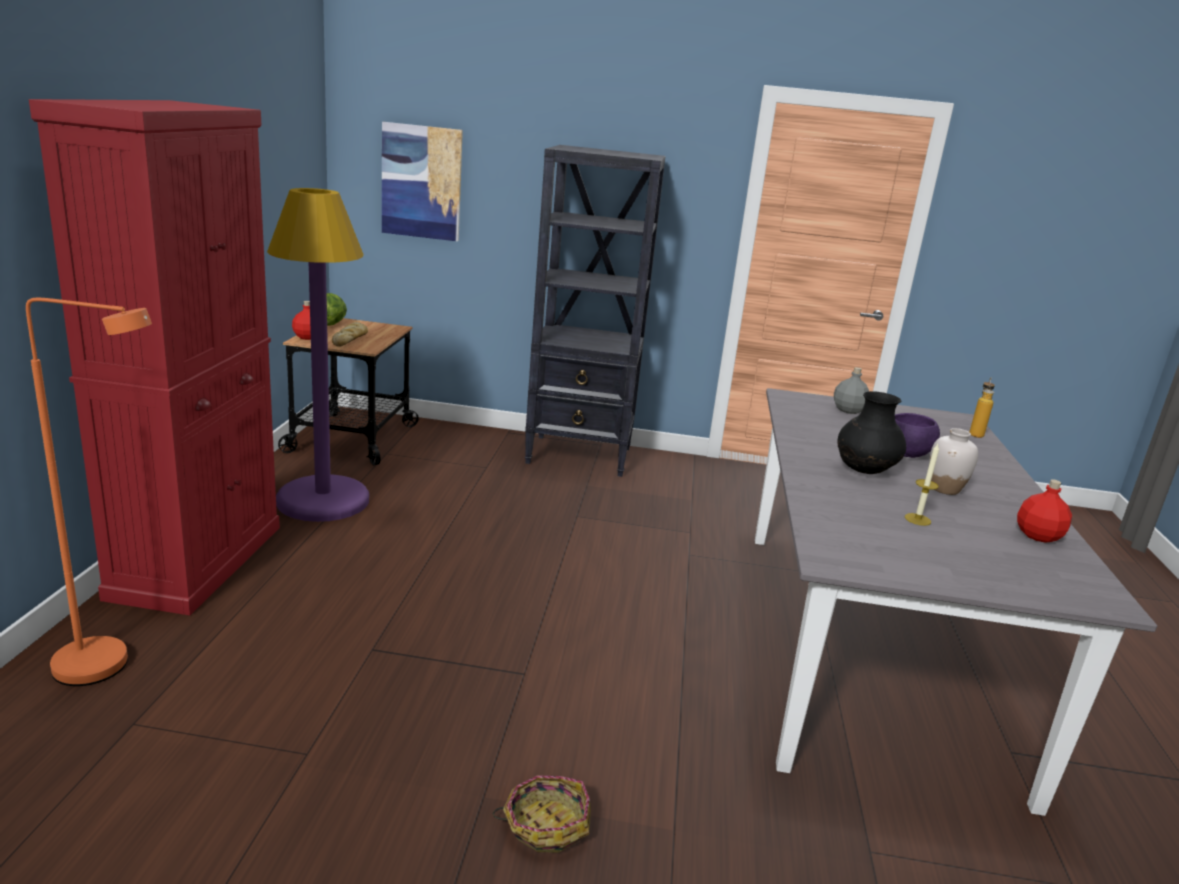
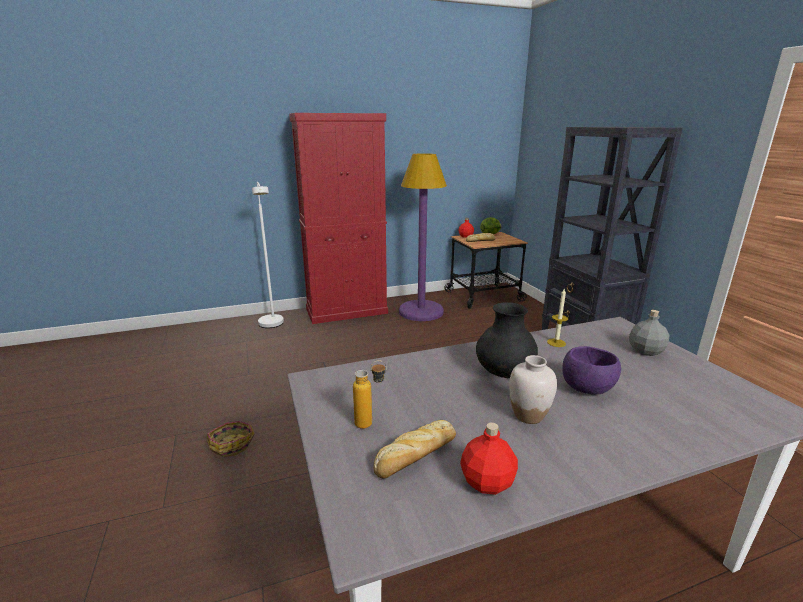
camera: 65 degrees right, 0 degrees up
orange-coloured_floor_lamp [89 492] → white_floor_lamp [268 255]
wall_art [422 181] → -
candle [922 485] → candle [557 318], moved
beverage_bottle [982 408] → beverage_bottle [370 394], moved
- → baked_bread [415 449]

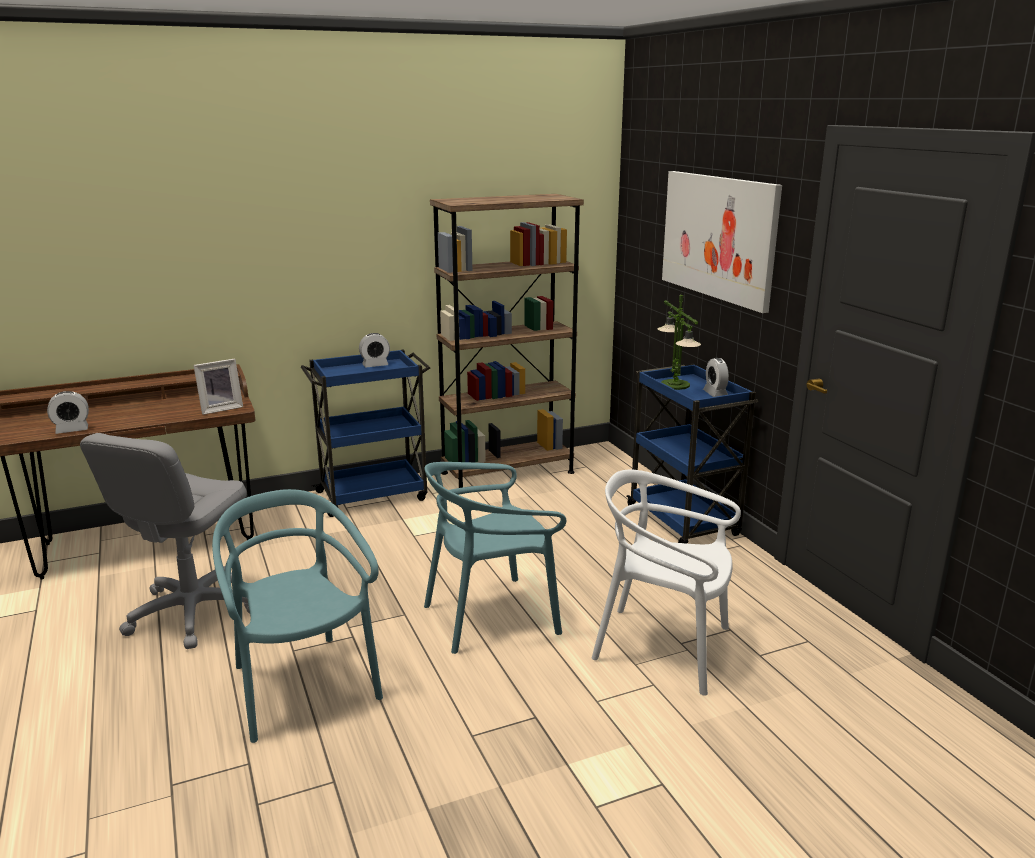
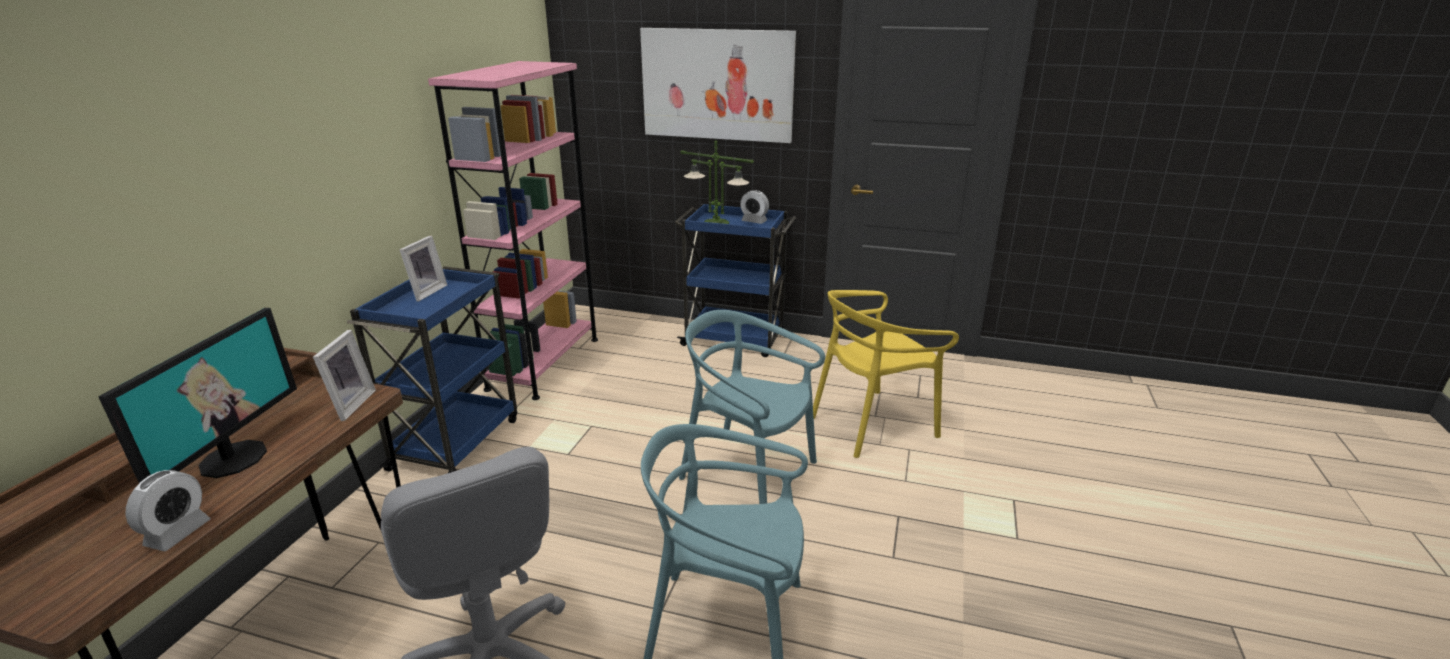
camera: 50 degrees left, 5 degrees up
alarm_clock [374 350] → standing_frame [423 268]
turquoise-coloured_upright_chair [495 558] → turquoise-coloured_upright_chair [752 407], 105 degrees clockwise
brownish_bookshelf [507 341] → pink-coloured_bookshelf [513 230]
white_upright_chair [666 583] → yellowish_upright_chair [886 374]
- → computer_screen [197 395]

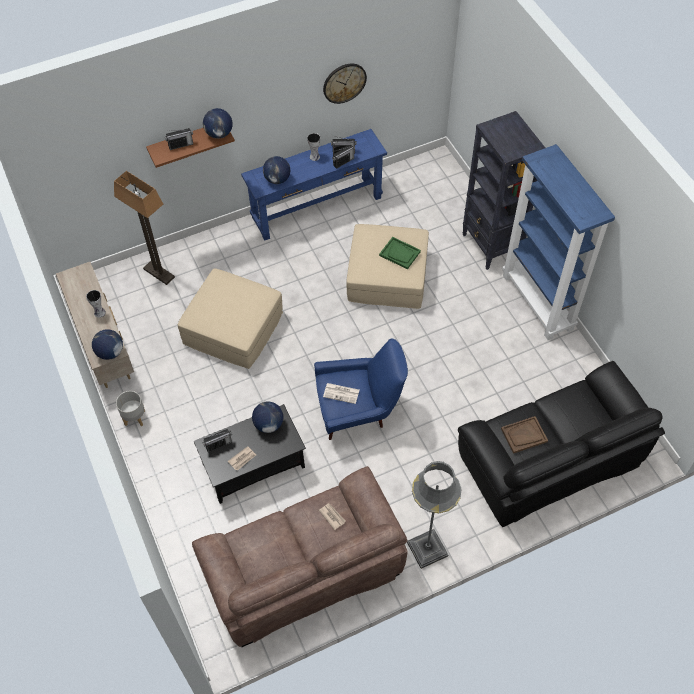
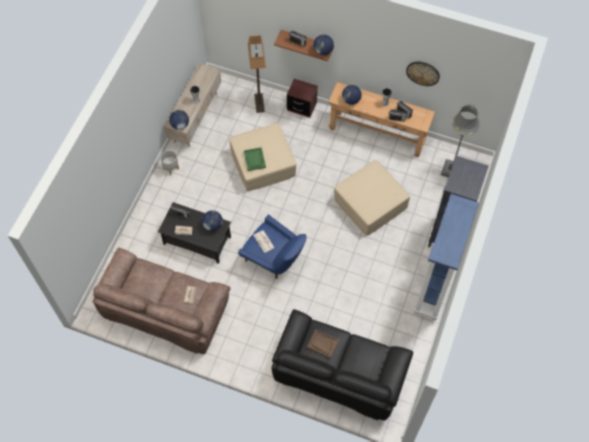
camera: 45 degrees right, 5 degrees up
blue_console_table [314 185] → brownish_console_table [381 119]
green_serving_tray [400 253] → green_serving_tray [255 159], moved
gray_floor_lamp [434 515] → gray_floor_lamp [460 141], moved
- → brownish_night_table [302 98]

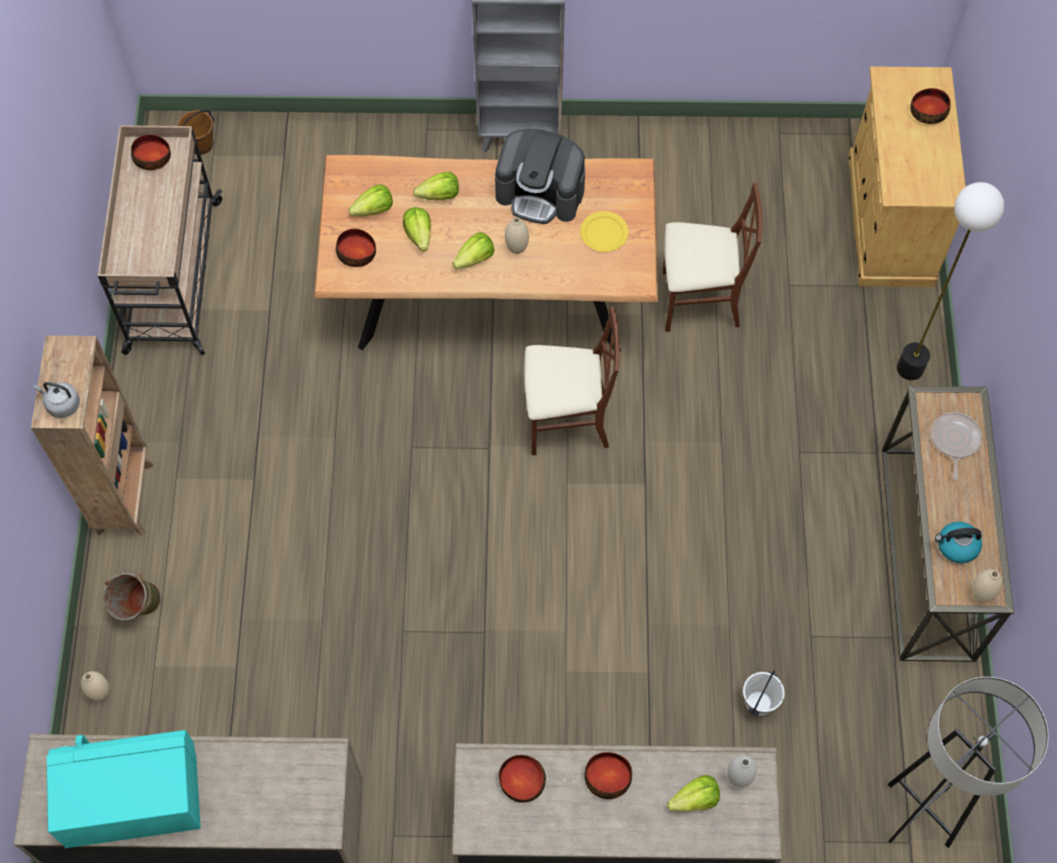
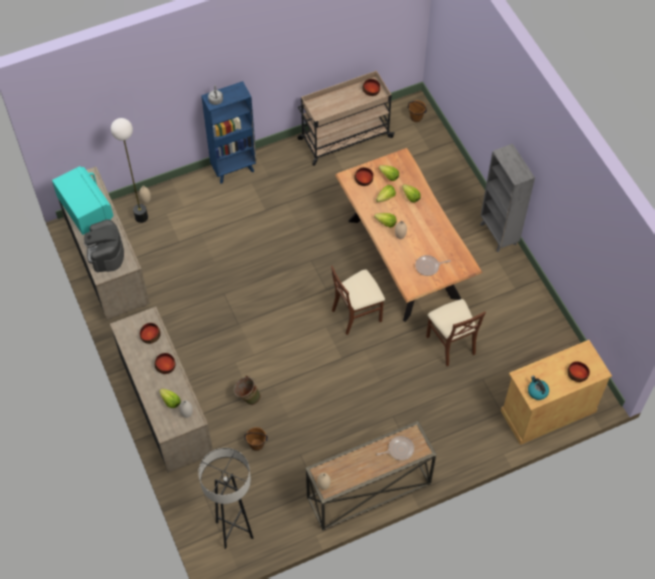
camera: 65 degrees right, 5 degrees down
brownish_bookshelf [92 435] → blue_bookshelf [229 132]
green_bucket [132 595] → green_bucket [247 390], moved
coffee_brewer [540 176] → coffee_brewer [104 246], moved
brownish_upright_chair [572 381] → brownish_upright_chair [358 300], 90 degrees clockwise
yellowish_plate [604 231] → frying_pan [433 265]
white_bucket [764 694] → brownish_bucket [256 439]
floor_lamp [950 281] → floor_lamp [129 170], moved
water_kettle [958 542] → water_kettle [538 388], moved

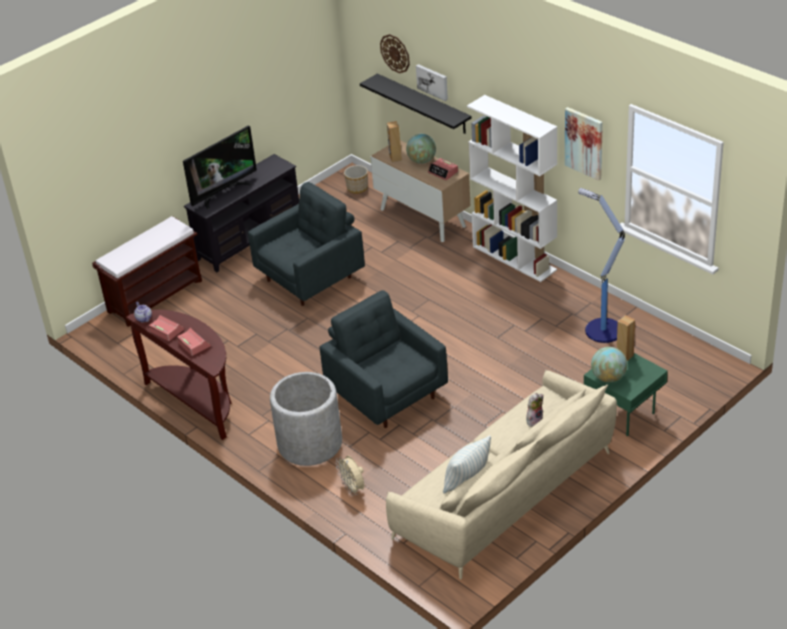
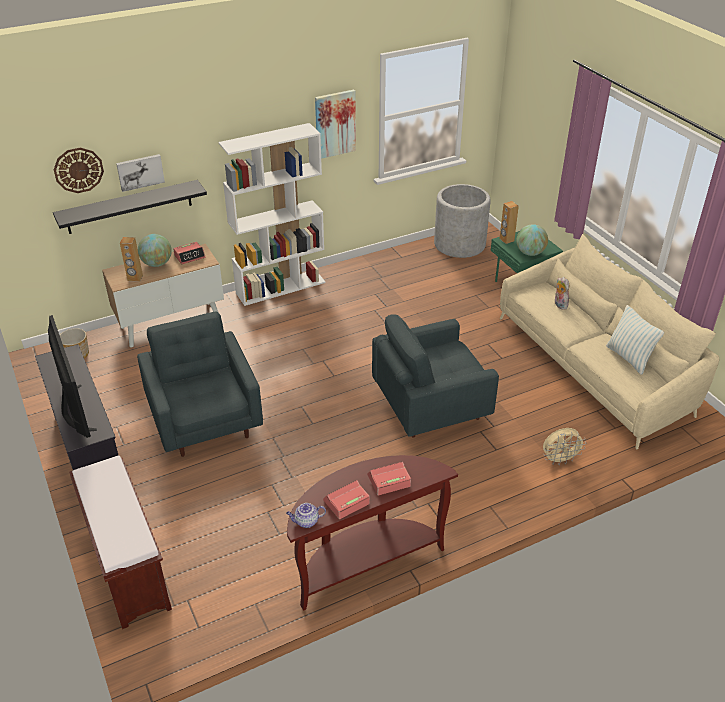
camera: 75 degrees left, 0 degrees up
gray_planter [306 419] → gray_planter [462 221], moved
floor_lamp [601 265] → -

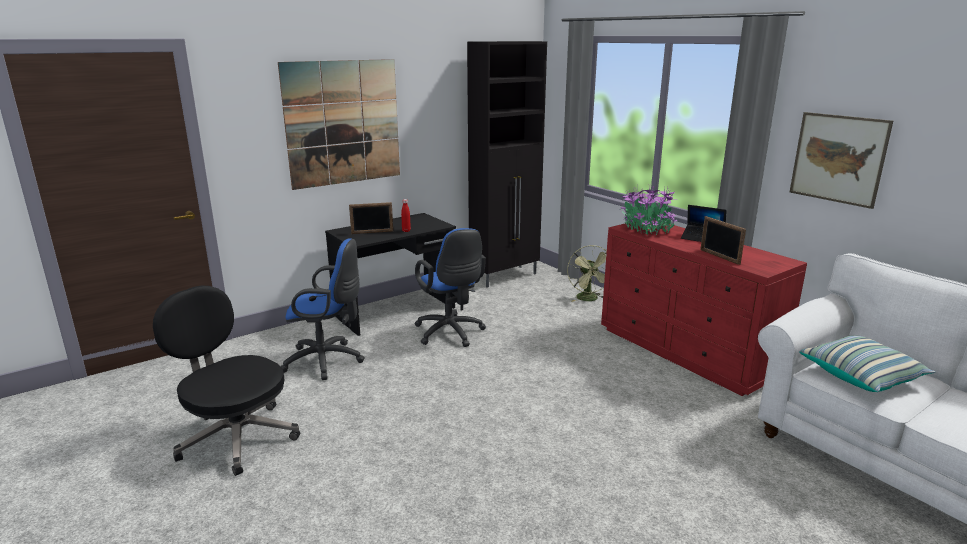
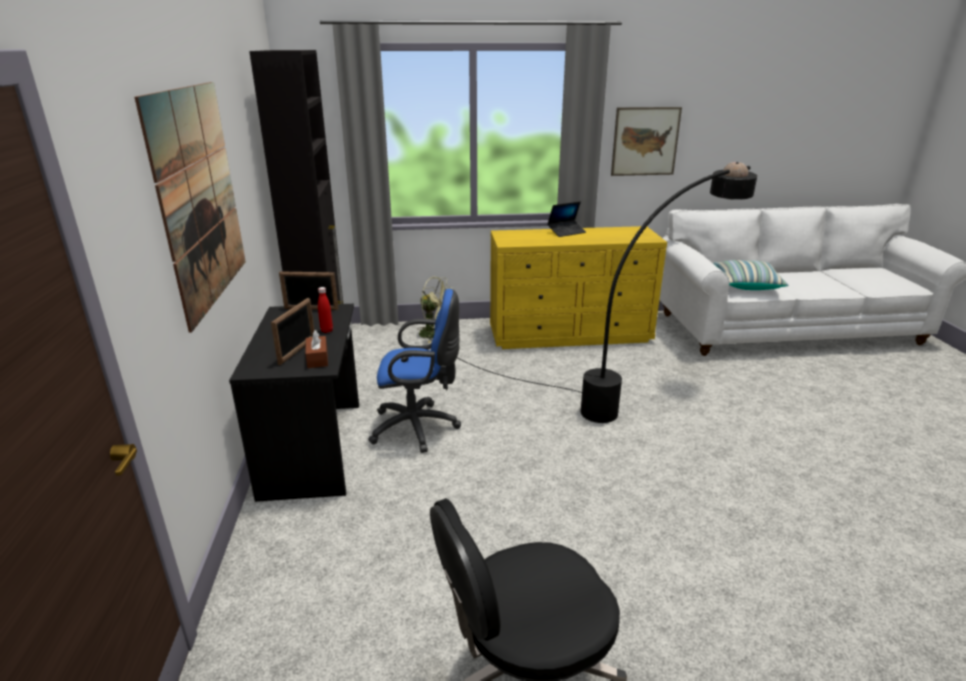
camera: 60 degrees left, 5 degrees up
blue_office_chair [323 309] → -
red_chest_of_drawers [704 307] → yellowish_chest_of_drawers [578 287]
plant_in_a_pot [649 210] → -
standing_frame [723 240] → standing_frame [308 290], moved
- → brownish_tissue_holder [316 349]
- → black-coloured_floor_lamp [592 292]

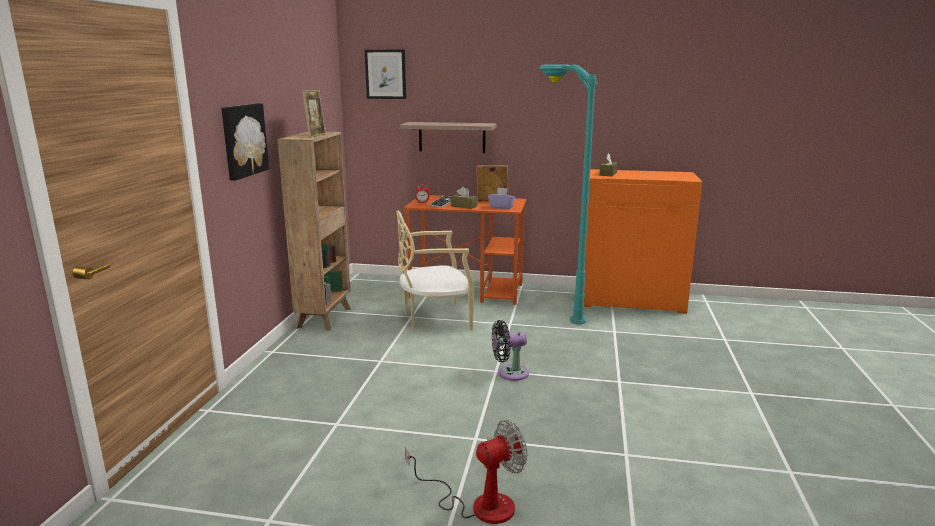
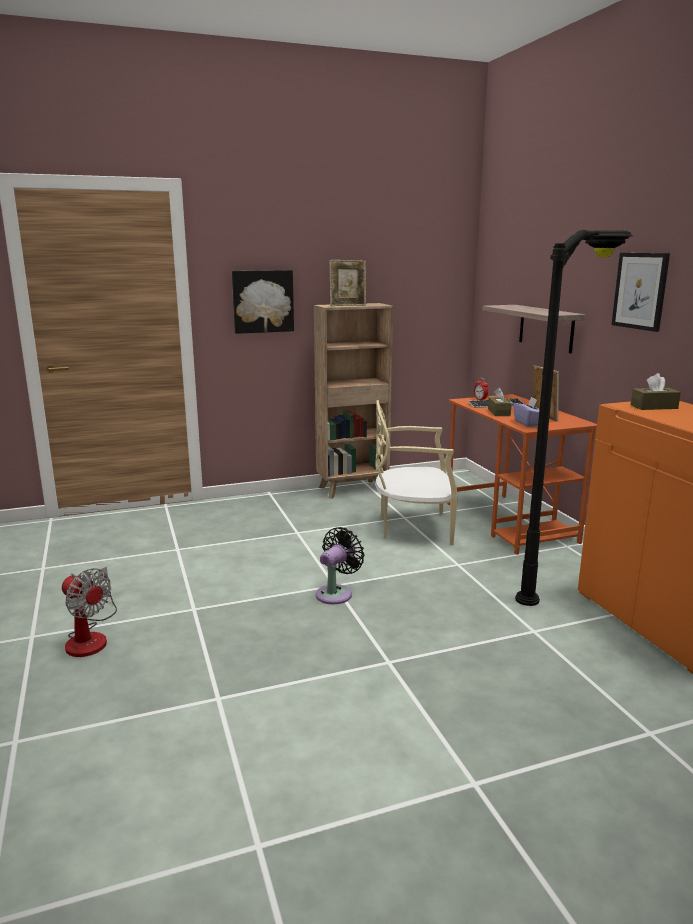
camera: 60 degrees right, 0 degrees up
wall_art [385 74] → wall_art [640 292], moved
beige_upright_chair [435 270] → beige_upright_chair [416 472], 45 degrees counterclockwise
black-coloured_electric_fan [510 350] → black-coloured_electric_fan [340 565], 75 degrees clockwise
turquoise-coloured_floor_lamp [568 194] → black-coloured_floor_lamp [574 418]

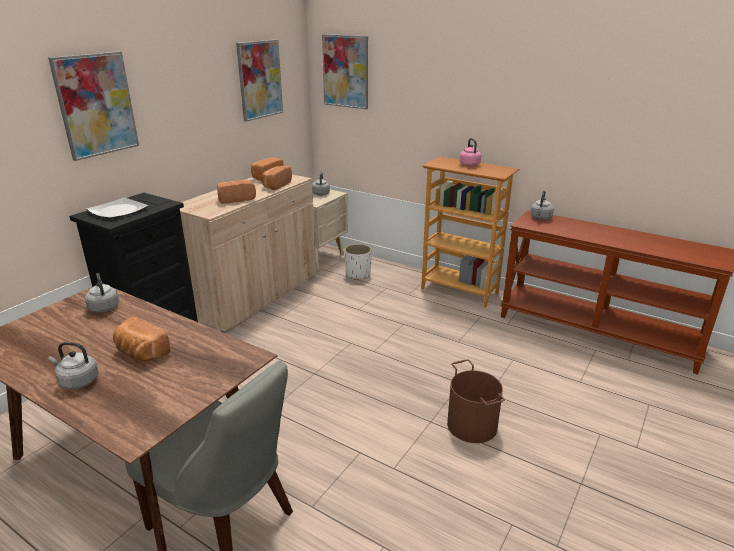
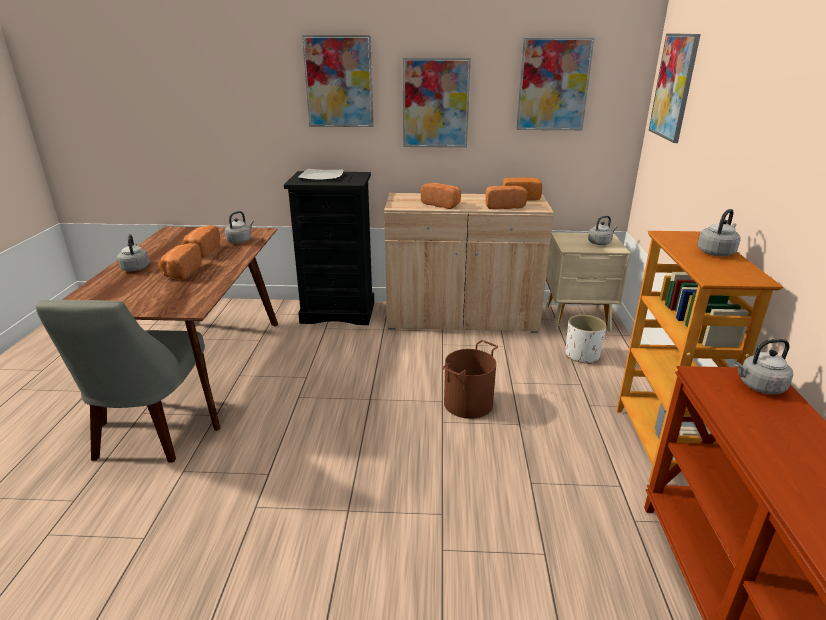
camera: 60 degrees right, 0 degrees up
brownish_bucket [476 401] → brownish_bucket [470 379], moved
pink-coloured_water_kettle [470 152] → gray_water_kettle [719 232]
- → baked_bread [201 242]
- → wall_art [437 103]

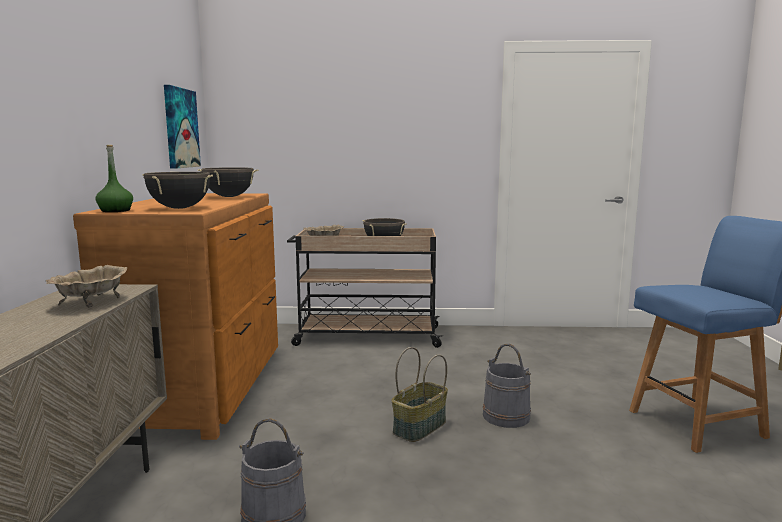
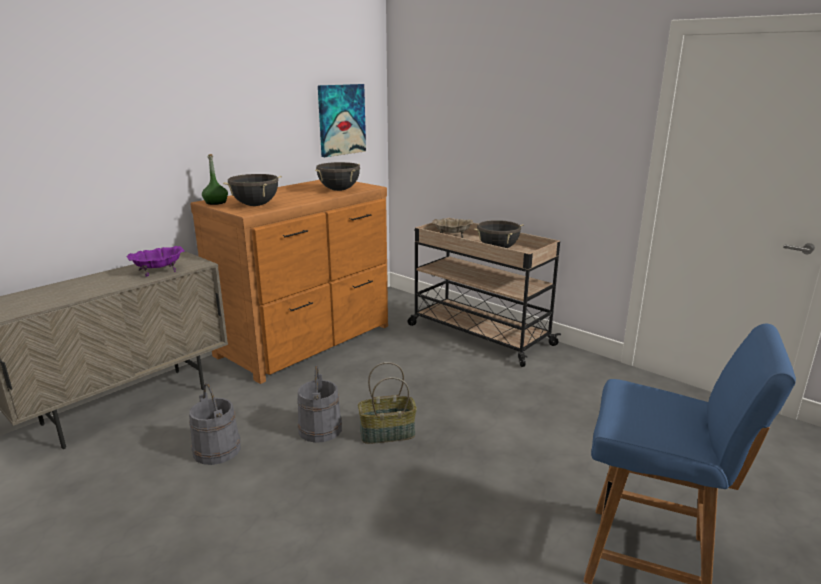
camera: 40 degrees right, 10 degrees up
beige_bowl [86 286] → purple_bowl [155 261]
gray_bucket [507 386] → gray_bucket [319 404], moved

